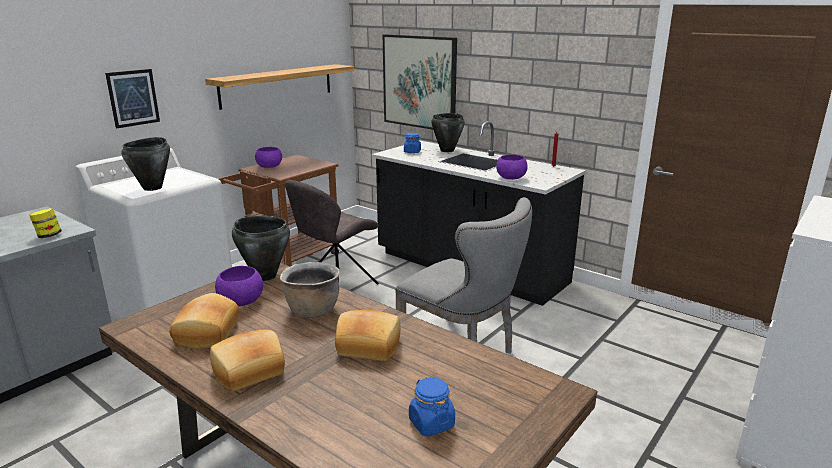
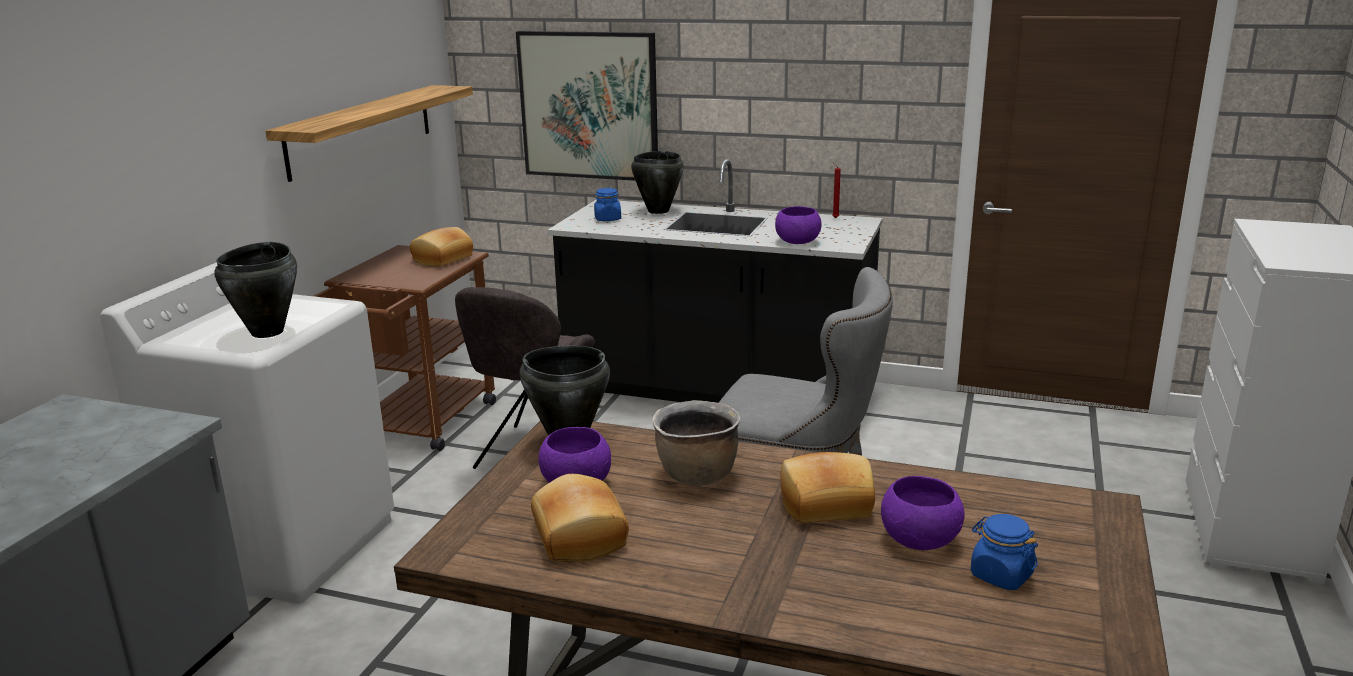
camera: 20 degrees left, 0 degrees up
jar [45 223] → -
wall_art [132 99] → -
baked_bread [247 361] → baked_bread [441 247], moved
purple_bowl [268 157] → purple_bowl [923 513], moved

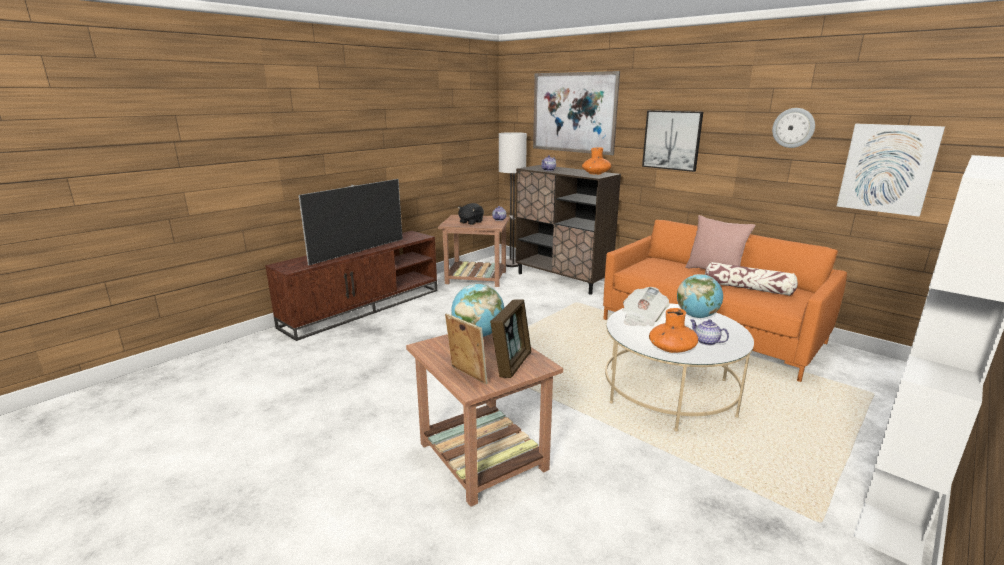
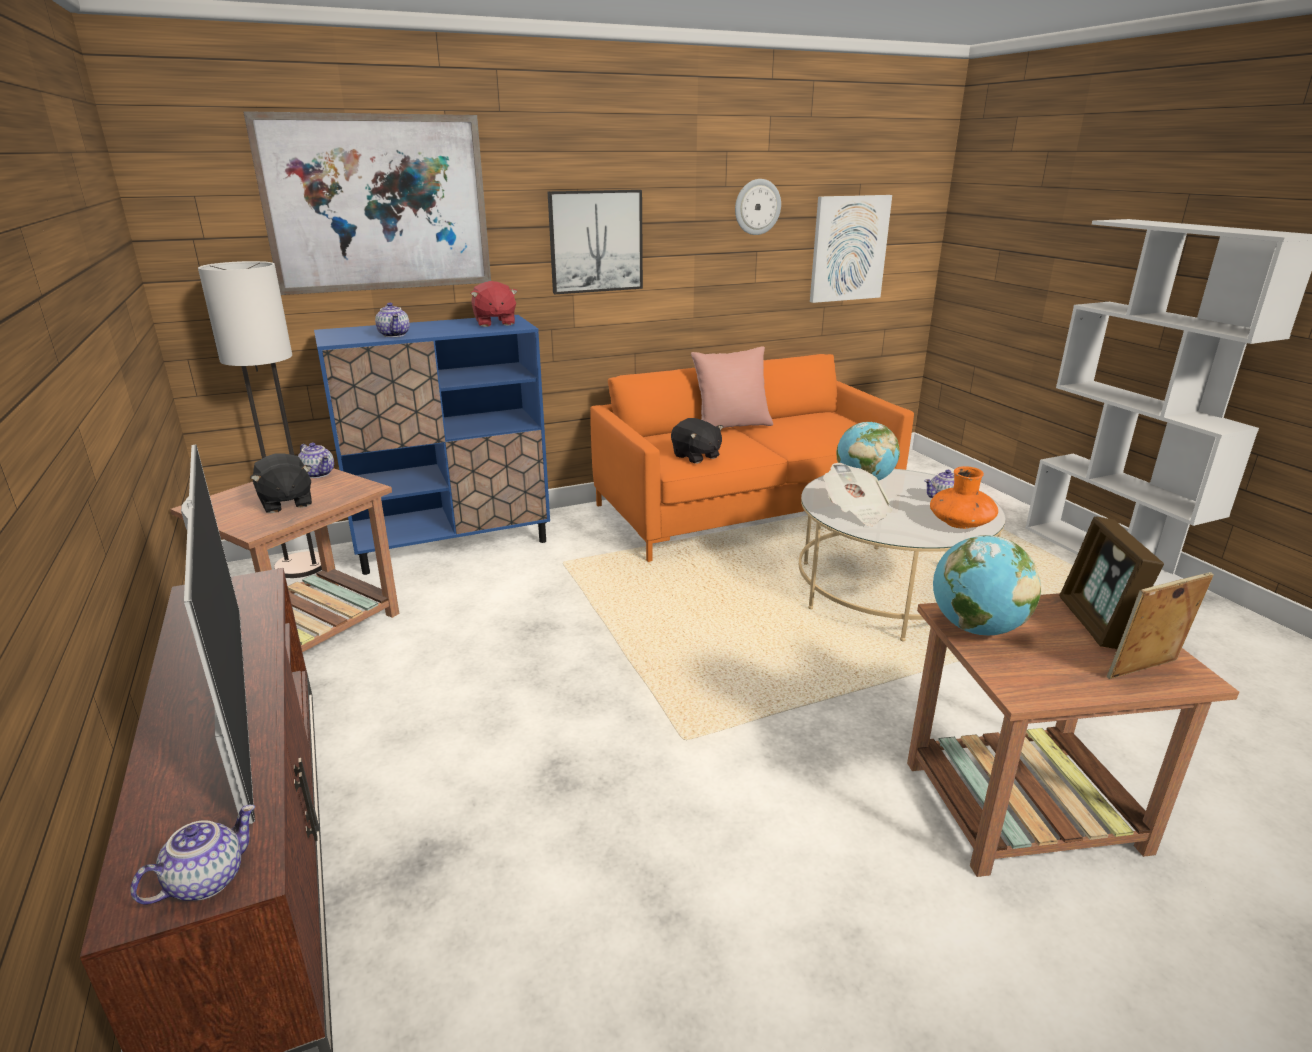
camera: 65 degrees left, 5 degrees up
standing_frame [510 338] → standing_frame [1111 582], 135 degrees counterclockwise
brownish_cupboard [568 230] → blue_cupboard [432 445]
orange-coloured_vase [596 161] → red_plush_toy [494 304]
pillow [751 279] → -
- → tea_pot [192 855]
- → black-coloured_plush_toy [697 441]

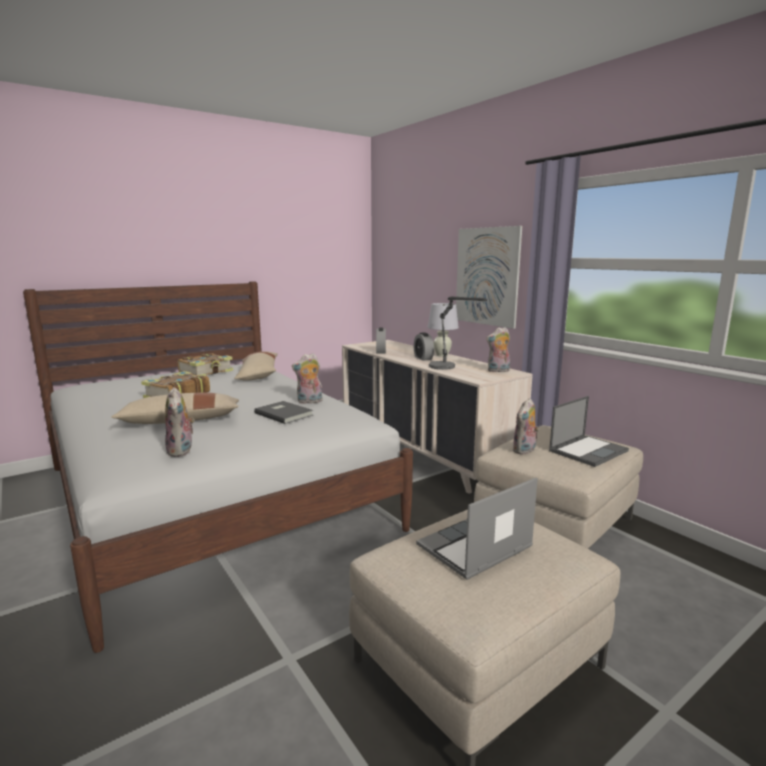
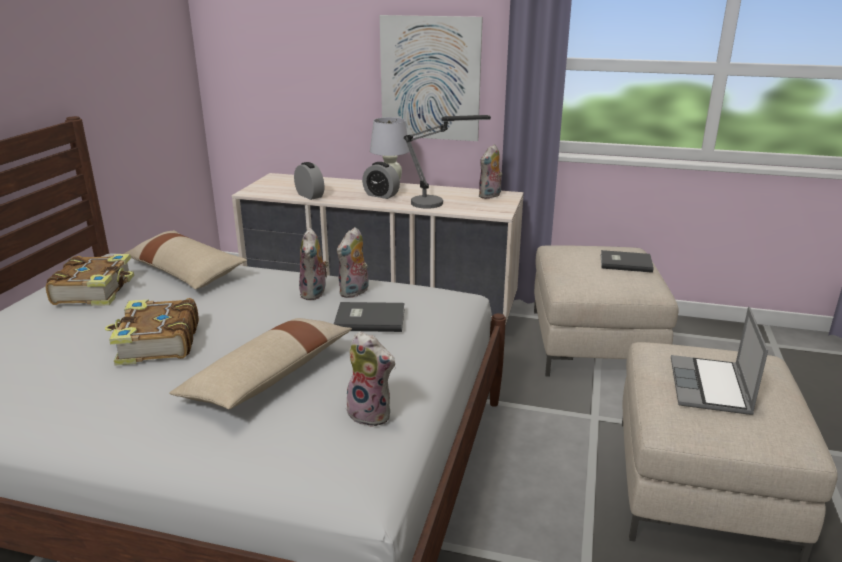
camera: 40 degrees left, 10 degrees up
plush_toy [525 426] → plush_toy [314 264], moved
portable_computer [589 431] → gray_volume [627 261]

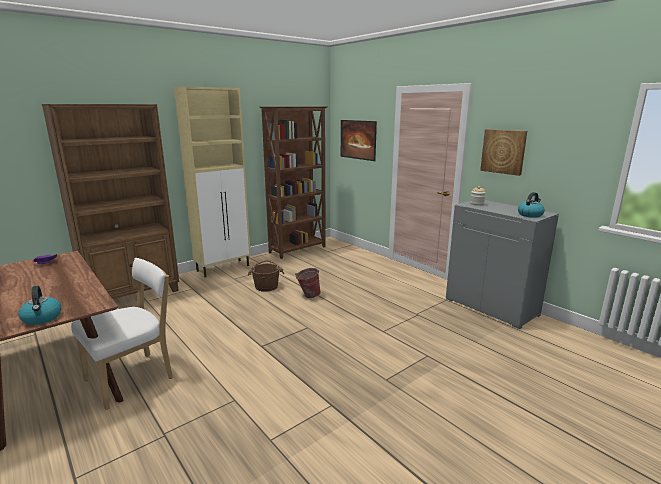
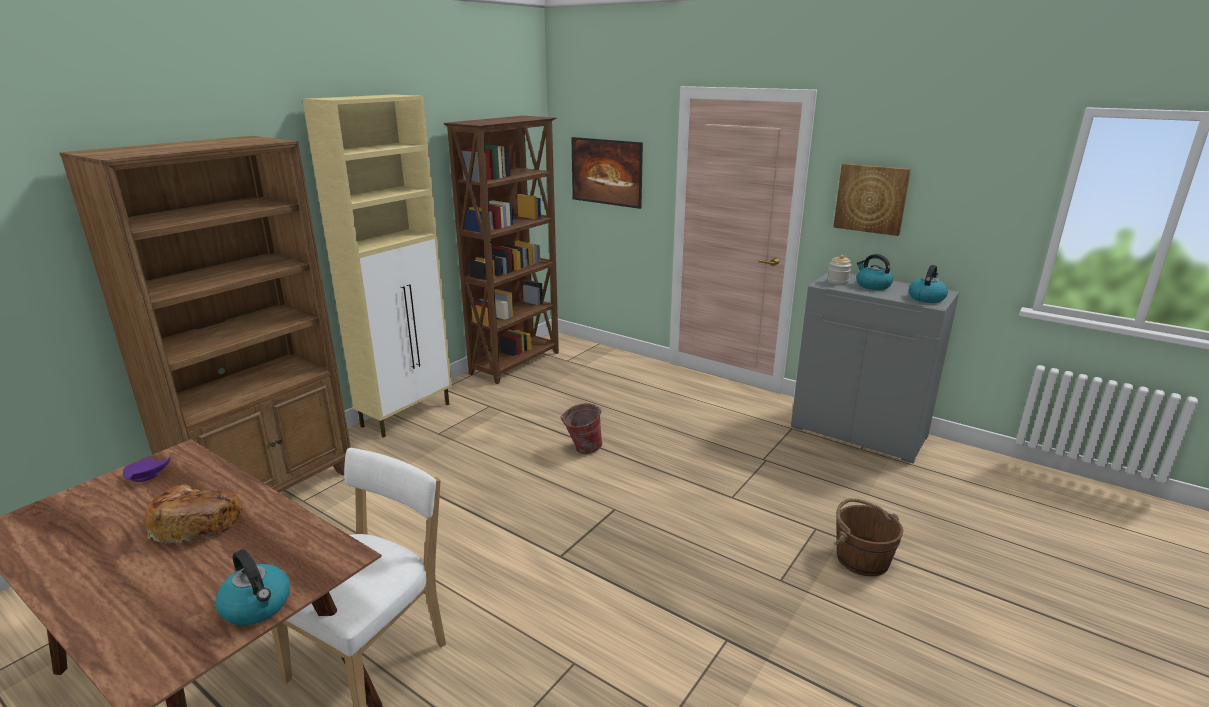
camera: 15 degrees left, 5 degrees up
brownish_bucket [266 276] → brownish_bucket [869 537], moved
- → baked_bread [194 514]
- → water_kettle [875 272]

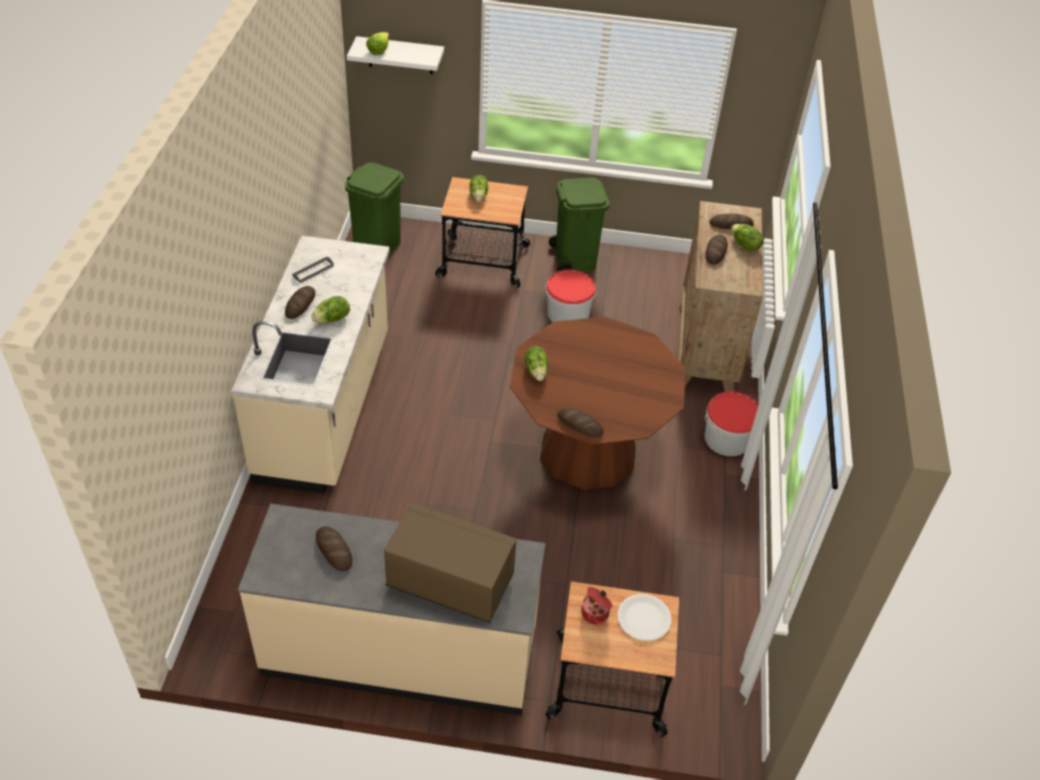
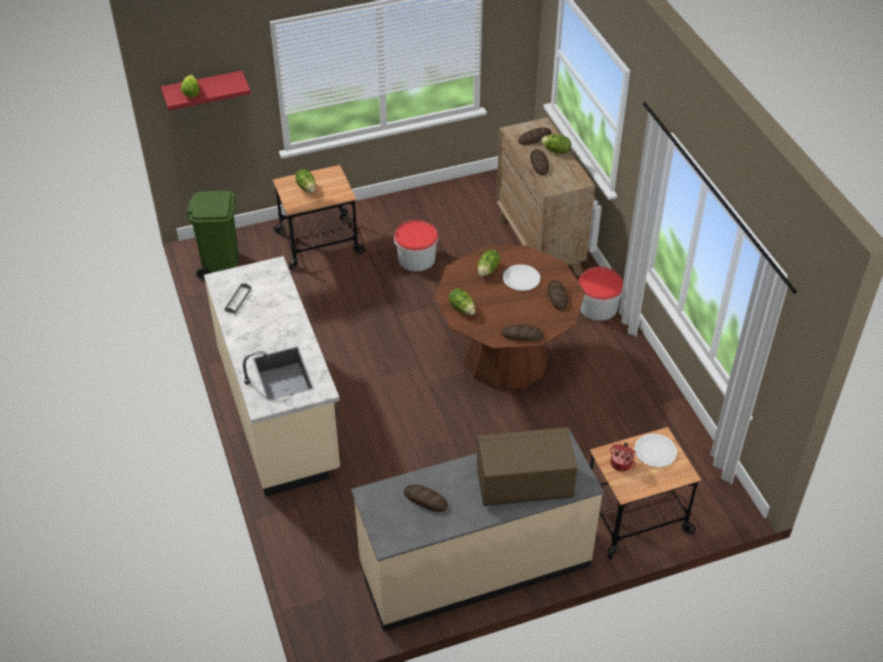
camera: 25 degrees left, 0 degrees up
baked_bread [300 302] → baked_bread [558 295], moved
head_of_lettuce [330 309] → head_of_lettuce [489 263], moved
white_shelf [395 55] → red_shelf [206 90]
green_waste_bin [579 224] → -
- → white_plate [521 277]

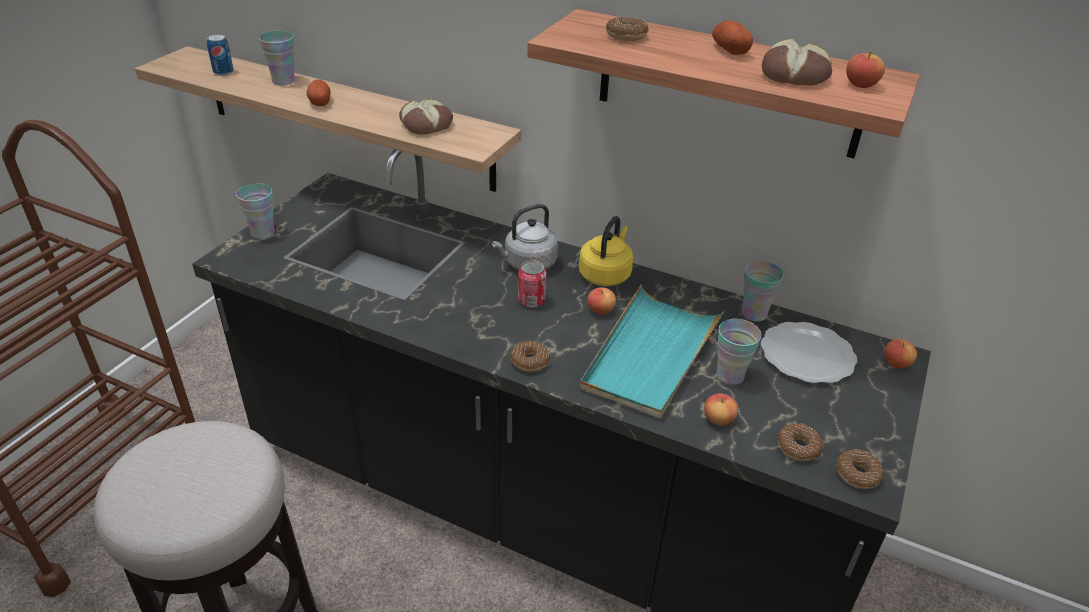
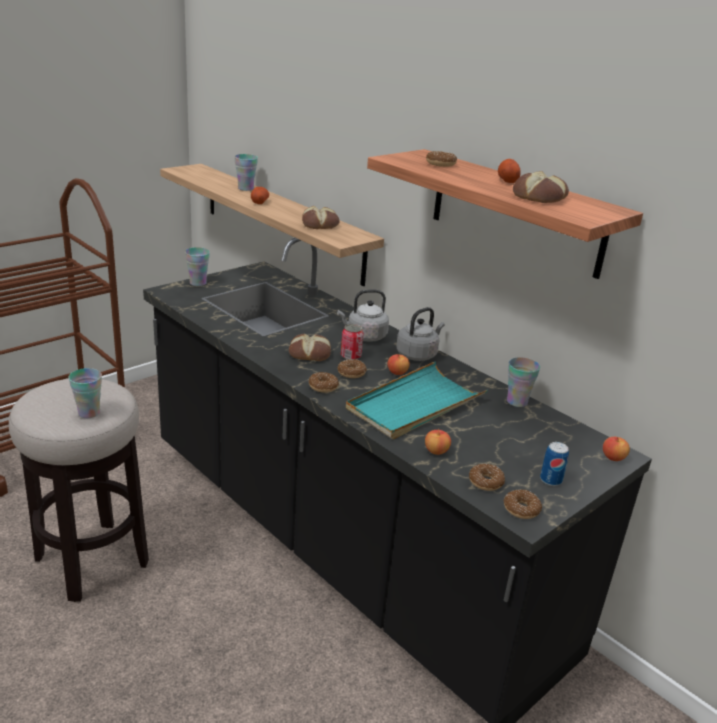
camera: 20 degrees right, 10 degrees down
sealed_can [220 55] → sealed_can [554 464], moved
yellowish_water_kettle [606 251] → gray_water_kettle [420 334]
drinking_cup [739 352] → drinking_cup [85 393], moved
plate [809 352] → -
apple [865 70] → -
- → baked_bread [310 347]
- → doughnut [352 368]

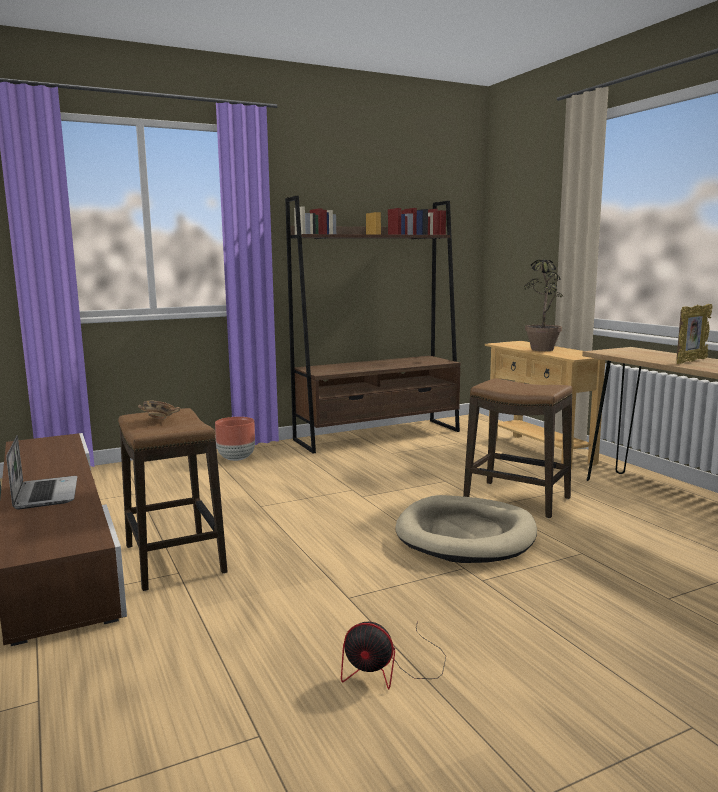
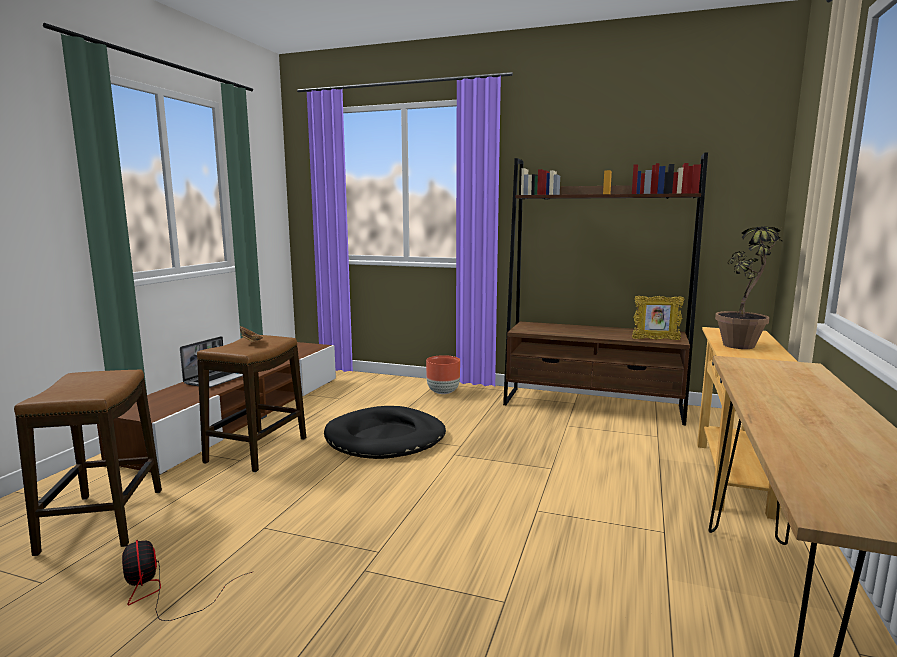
camera: 45 degrees right, 0 degrees up
beige_dog_cushion [466 529] → -
stool [517 448] → stool [88 463], moved
standing_frame [694 334] → standing_frame [658 318], moved
- → black-coloured_dog_cushion [385 432]

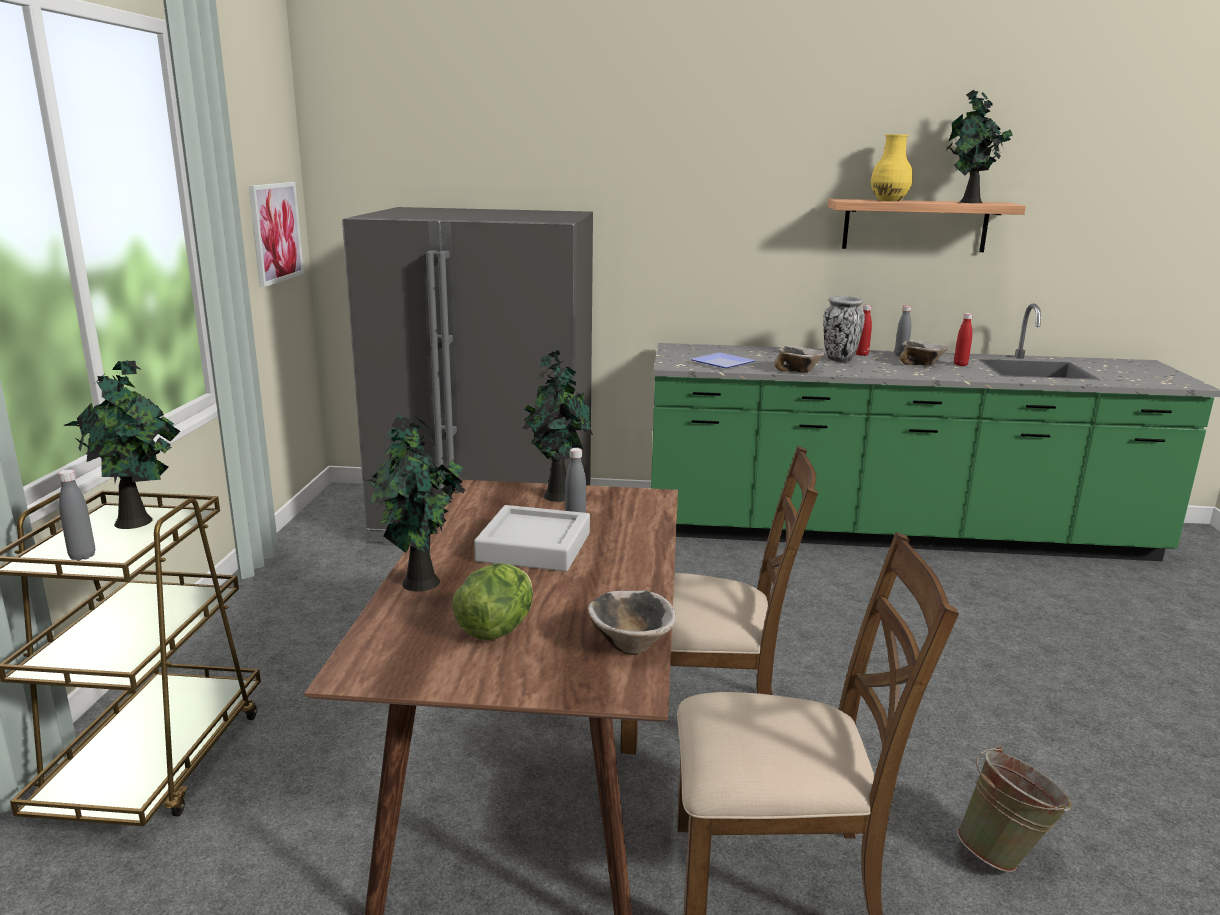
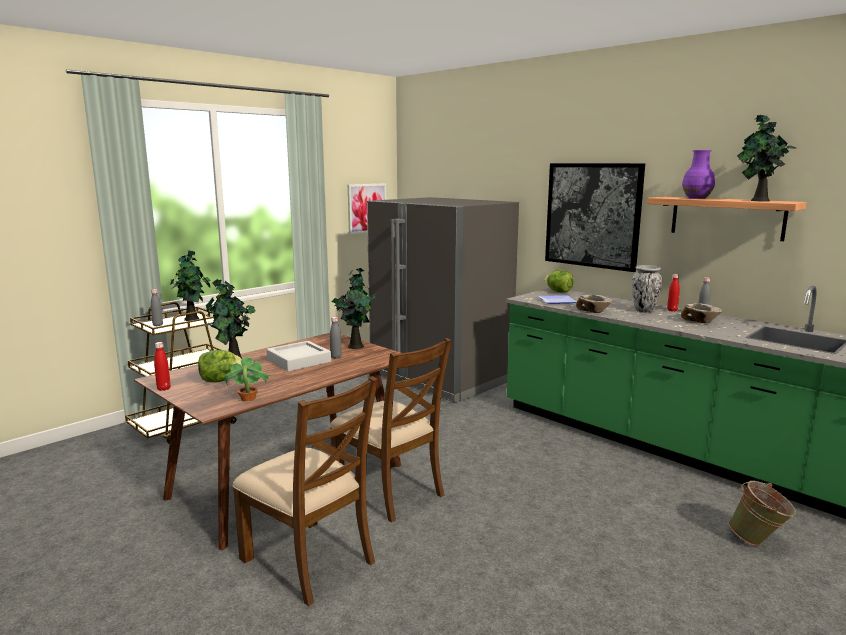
camera: 40 degrees right, 5 degrees down
bowl [632 622] → plant_in_a_pot [246 379]
yellowish_vase [892 167] → purple_vase [698 174]
red_beverage_bottle [963 339] → red_beverage_bottle [162 366], moved
green_bucket [1014 808] → green_bucket [762 513], moved
- → wall_art [595 217]
- → head_of_lettuce [559 281]

